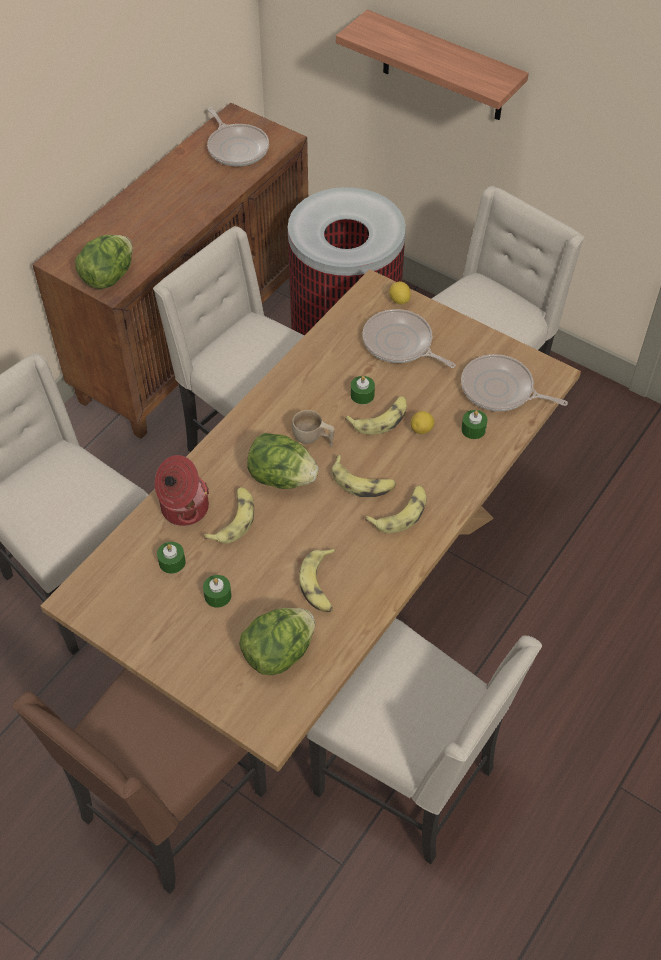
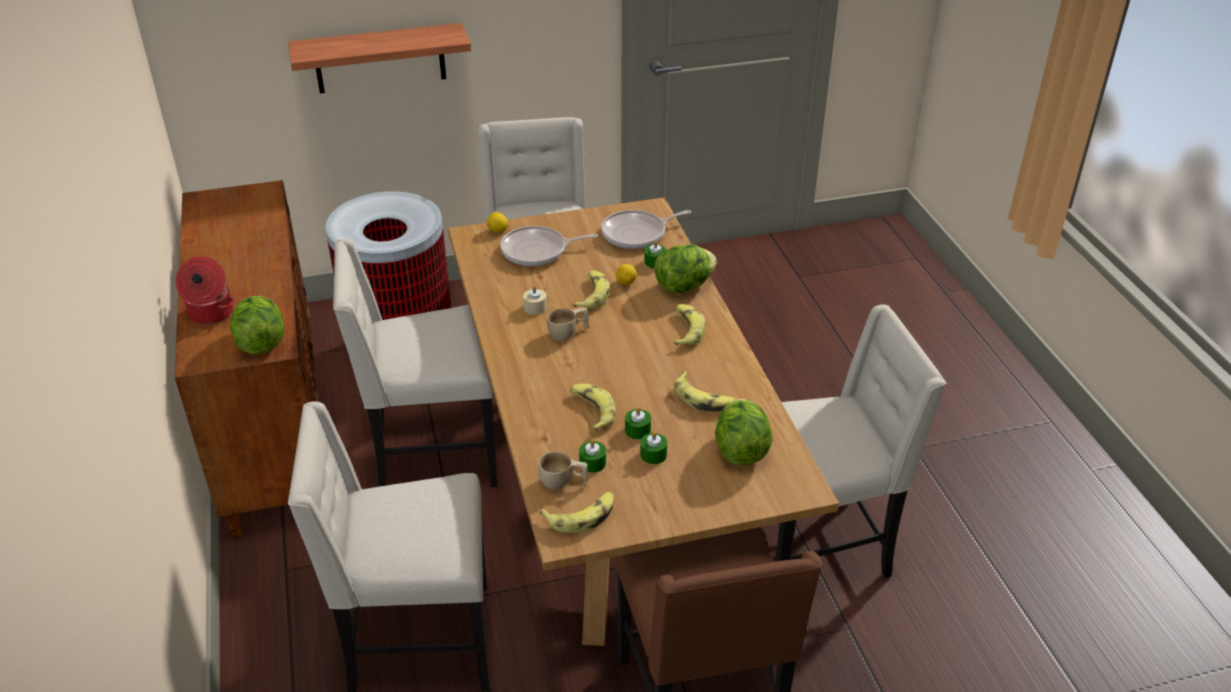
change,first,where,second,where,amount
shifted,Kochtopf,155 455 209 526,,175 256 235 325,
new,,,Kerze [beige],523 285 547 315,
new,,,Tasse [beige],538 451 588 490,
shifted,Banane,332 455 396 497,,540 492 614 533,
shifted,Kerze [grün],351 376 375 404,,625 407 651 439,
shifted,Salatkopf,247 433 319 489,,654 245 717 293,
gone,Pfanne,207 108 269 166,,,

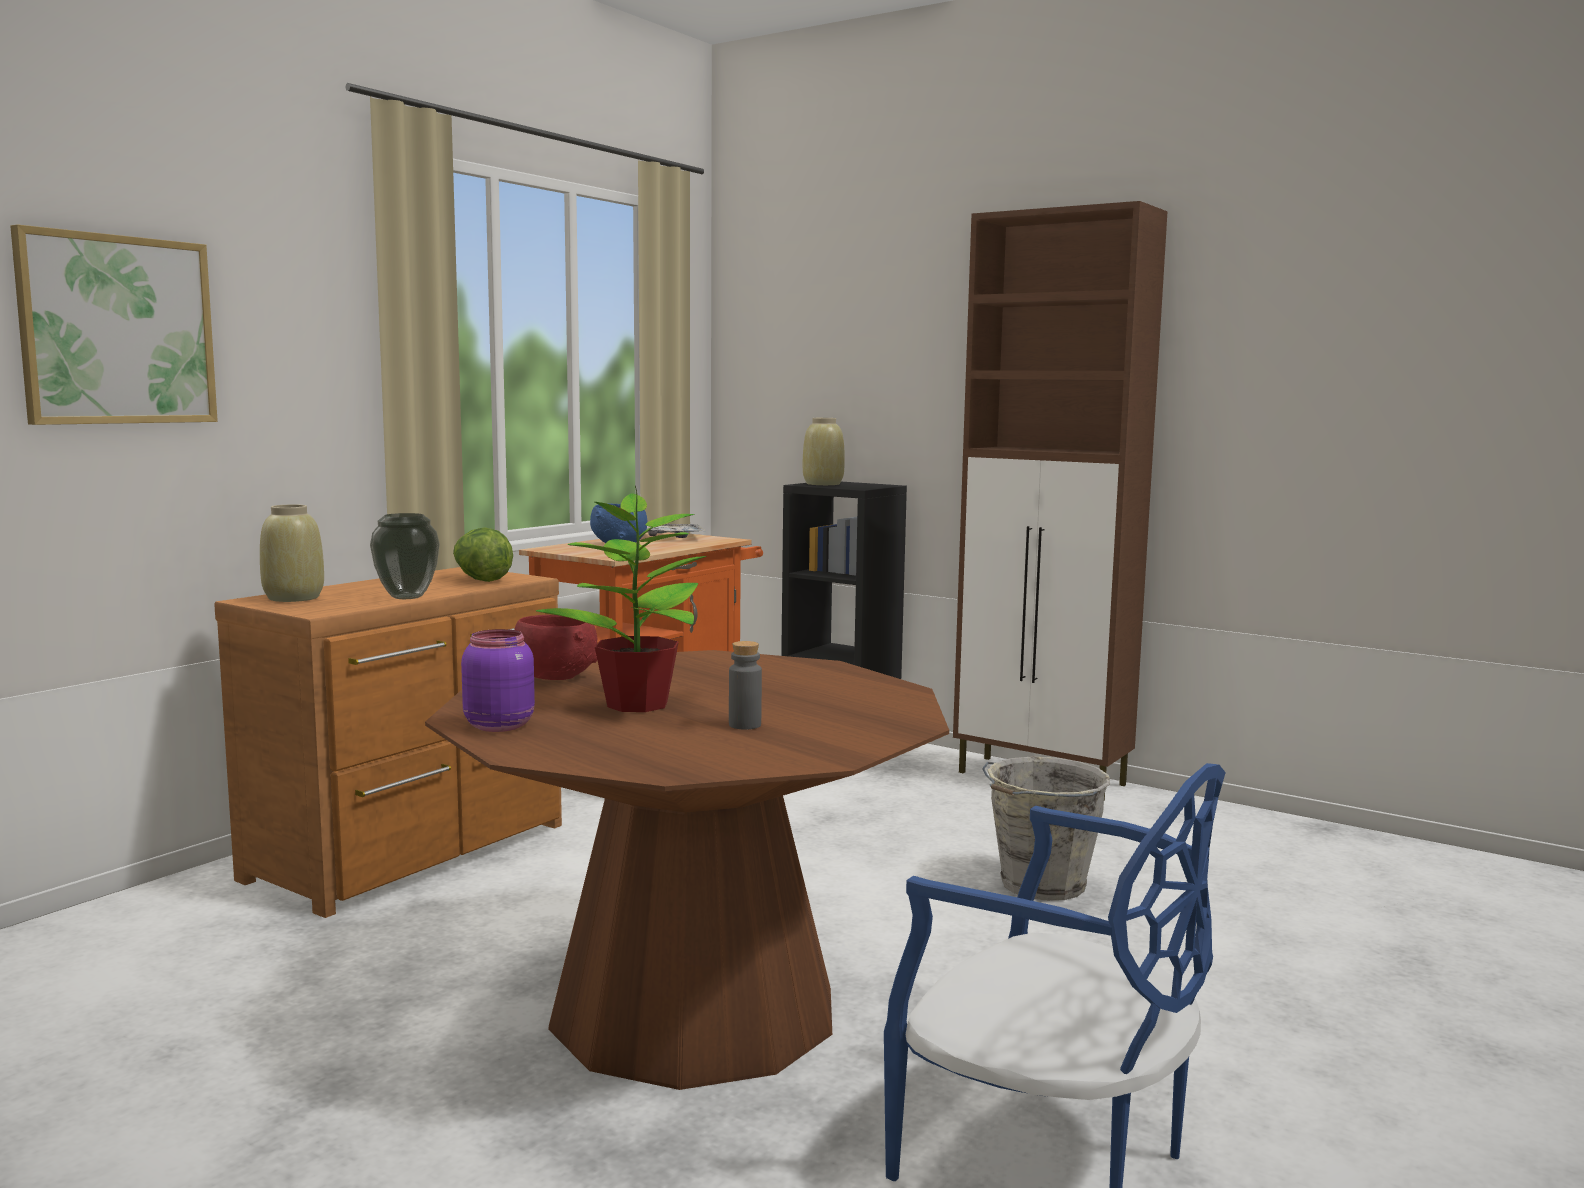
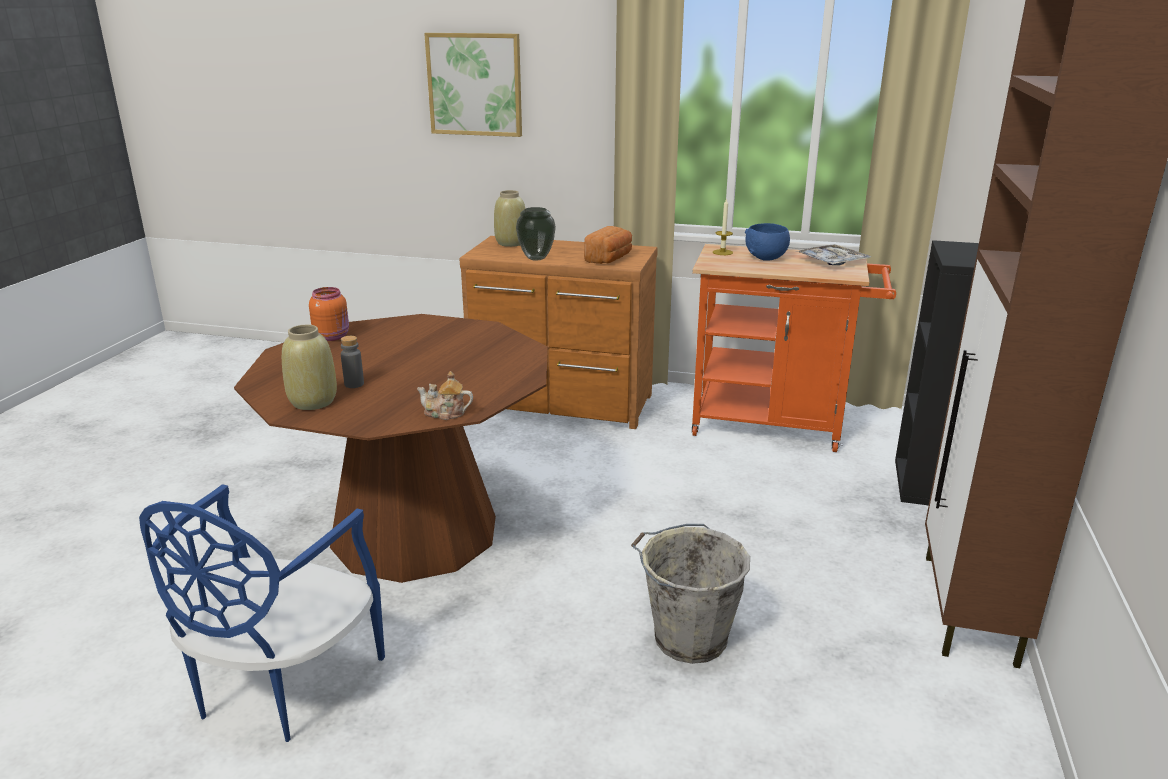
change,first,where,second,where,amount
shifted,Vase [beige],803 418 845 485,,282 325 337 410,
repainted,Vorratsglas [lila],461 629 535 732,Vorratsglas [orange],309 287 349 341,
new,,,Teekanne,417 371 473 420,
swapped,Salatkopf,453 527 513 582,Brot,584 226 632 264,
new,,,Kerze,713 198 733 255,
gone,Schüssel [rot],514 615 597 680,,,
gone,Topfpflanze,536 486 707 712,,,

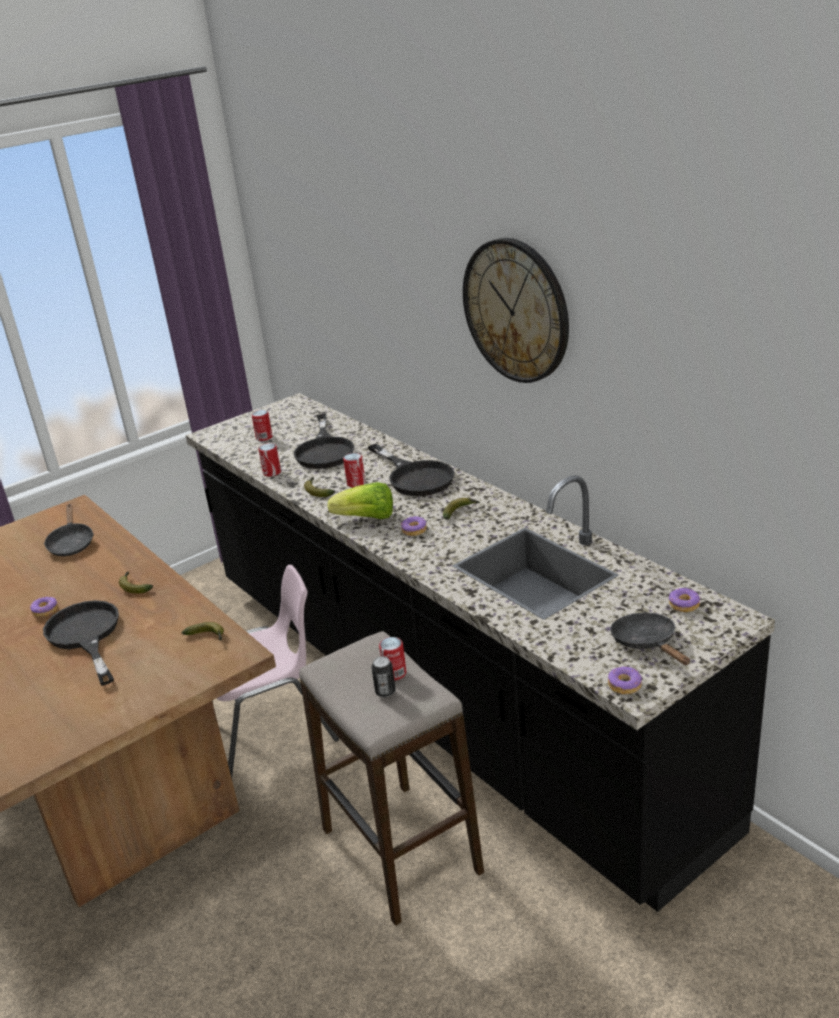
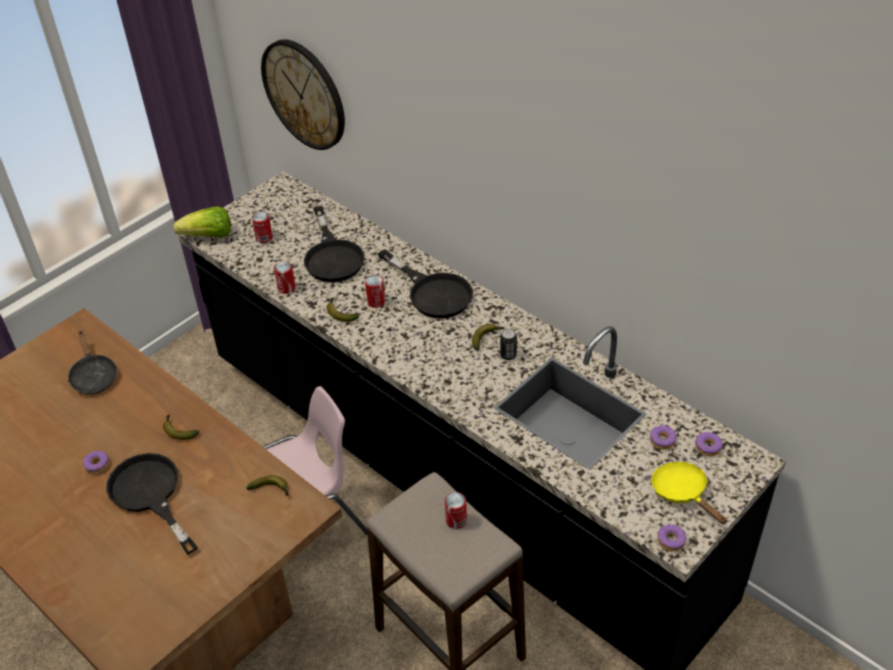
change,first,where,second,where,amount
shifted,Salatkopf,327 482 393 519,,174 206 231 238,
shifted,Wanduhr,463 238 569 383,,261 39 345 150,
shifted,Dose,371 656 395 697,,500 329 517 360,
shifted,Donut,401 517 427 536,,650 425 677 450,
repainted,Pfanne [schwarz],610 613 690 665,Pfanne [gelb],651 461 727 524,

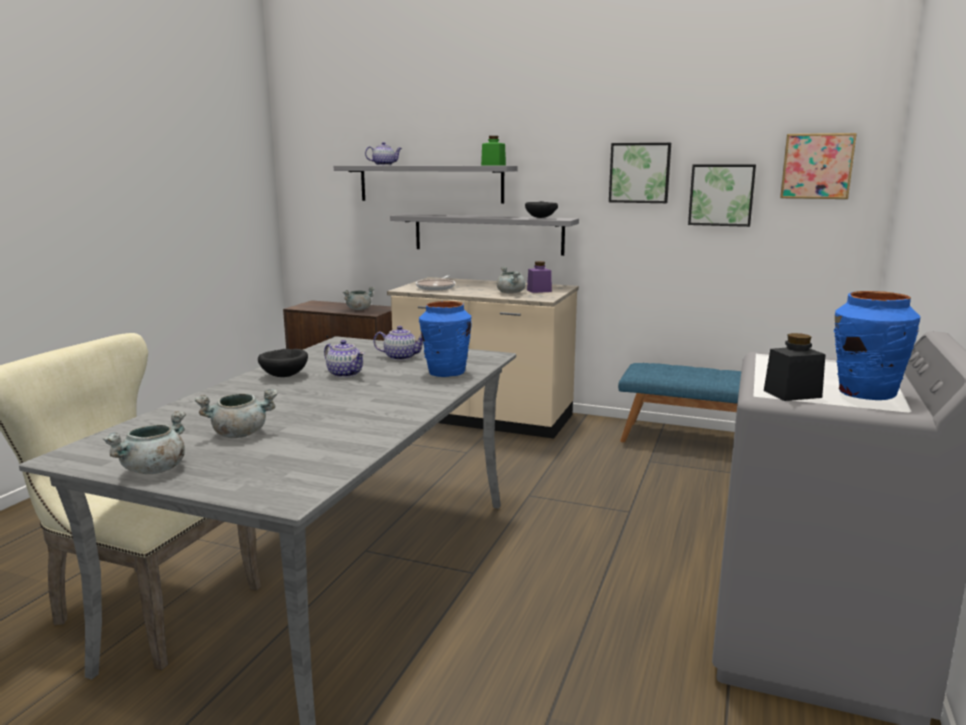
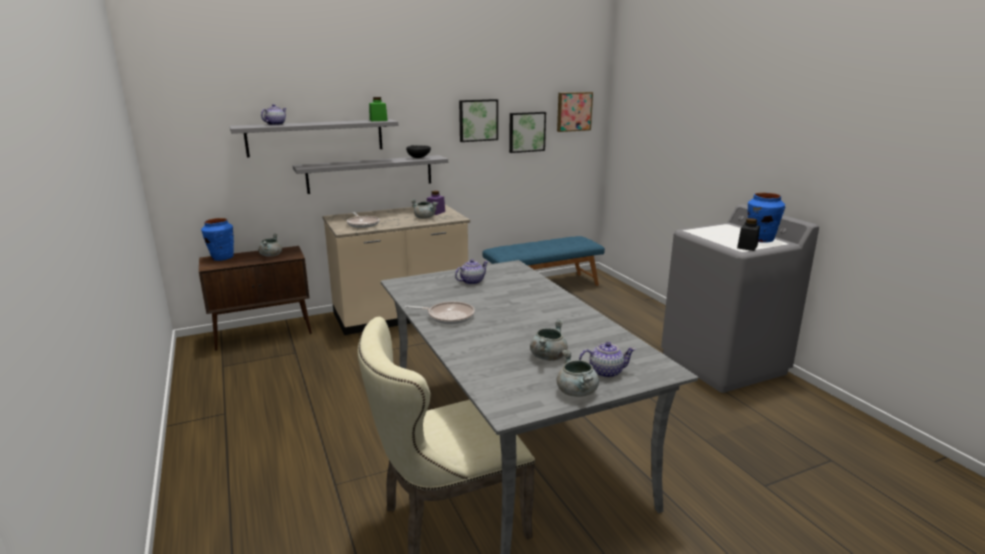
change,first,where,second,where,amount
shifted,Vase [blau],419 301 472 377,,201 218 234 261,
swapped,Schüssel [schwarz],258 349 308 377,Pfanne,405 302 475 324,
shifted,Teekanne,324 340 365 378,,579 342 636 378,

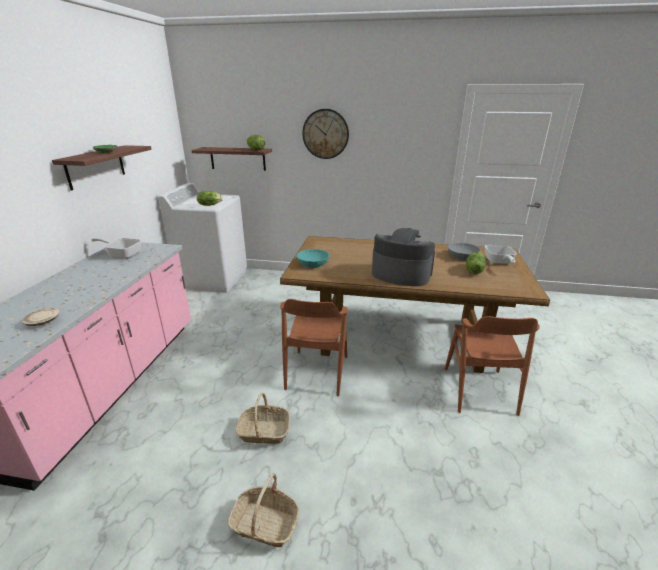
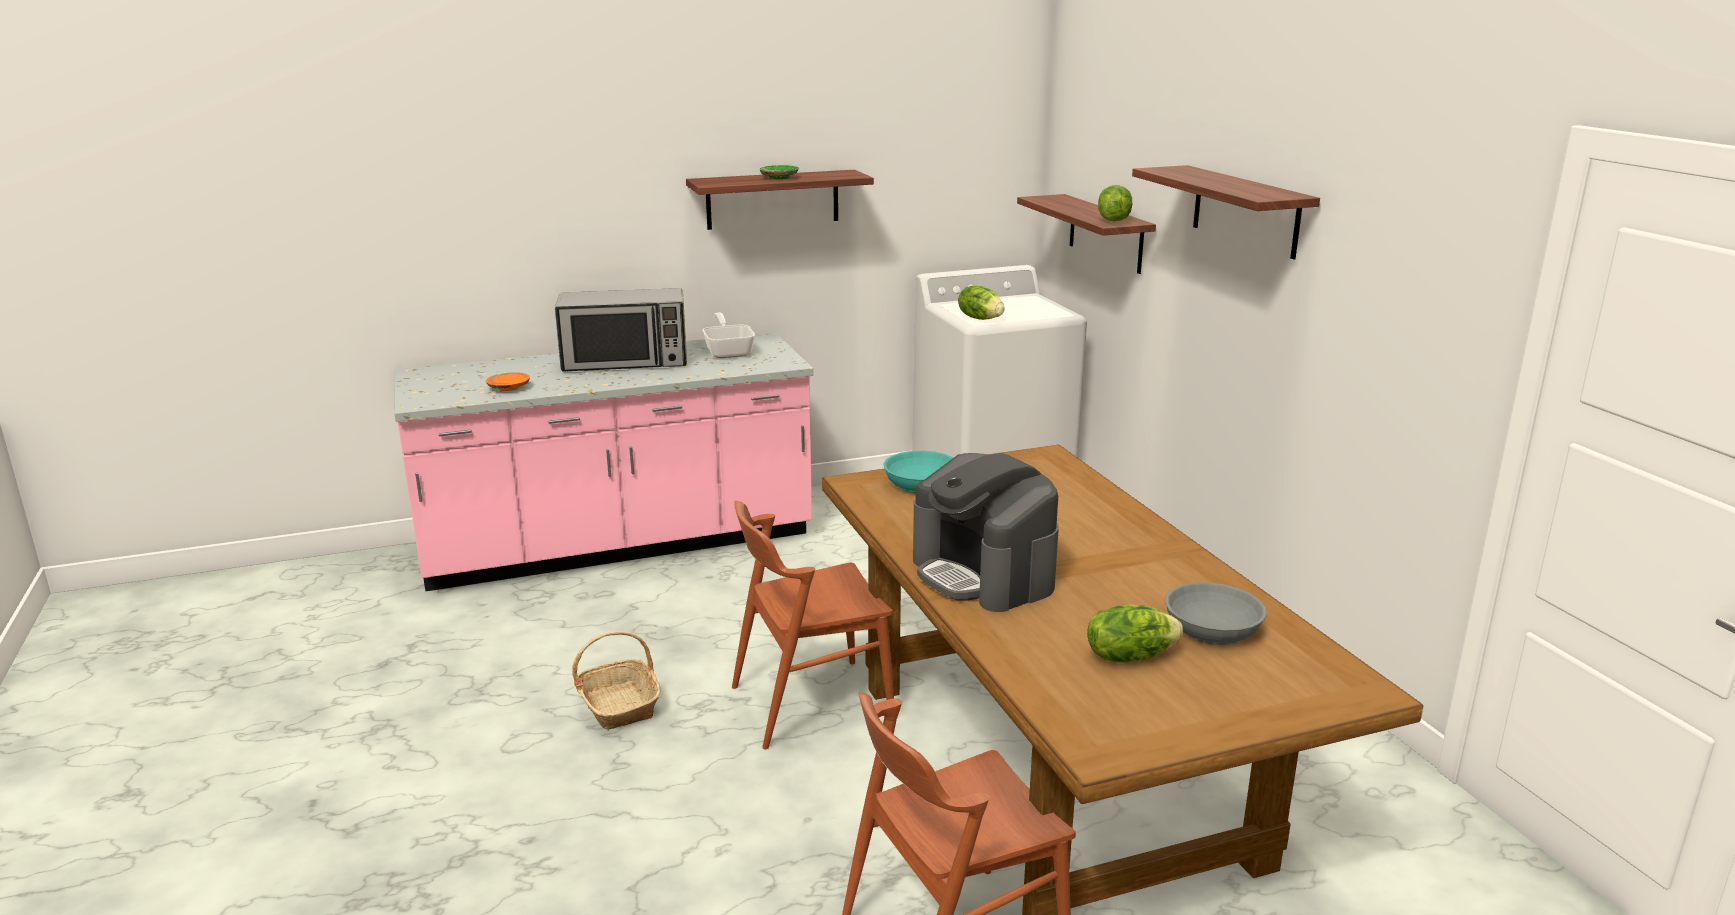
change,first,where,second,where,amount
repainted,Teller [beige],22 308 59 326,Teller [orange],486 372 530 391,
new,,,Mikrowelle,555 288 687 372,
rotated,Kaffeemaschine,372 228 435 286,,913 453 1059 612,150 degrees clockwise
swapped,Wanduhr,302 109 349 159,Wandregal,1132 165 1320 259,
gone,Korb,228 473 299 547,,,
gone,Pfanne,485 245 517 264,,,

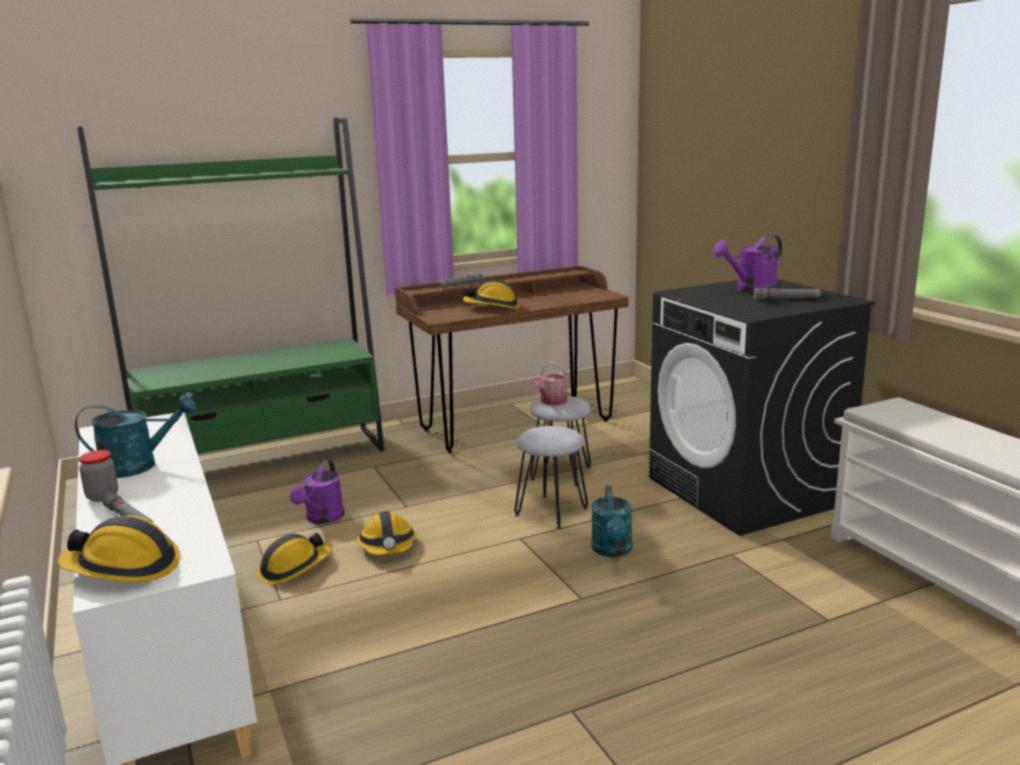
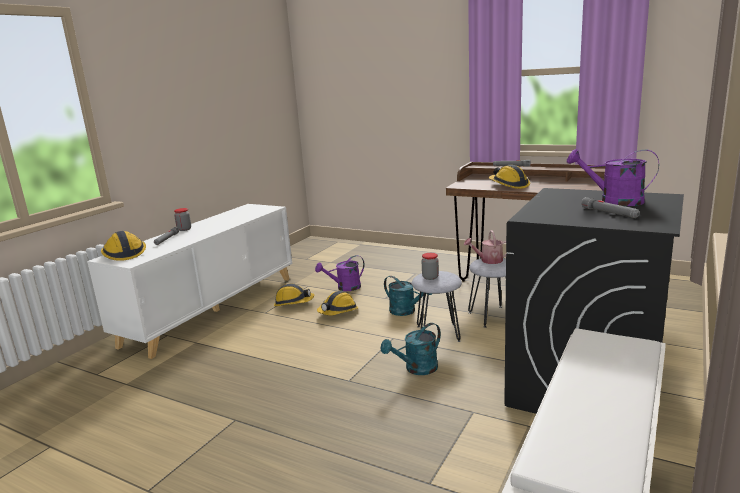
change,first,where,second,where,amount
shifted,Gießkanne [türkis],75 395 197 478,,384 276 432 316,
new,,,Vorratsglas,421 253 439 280,
gone,Bücherregal [grün],77 118 384 454,,,

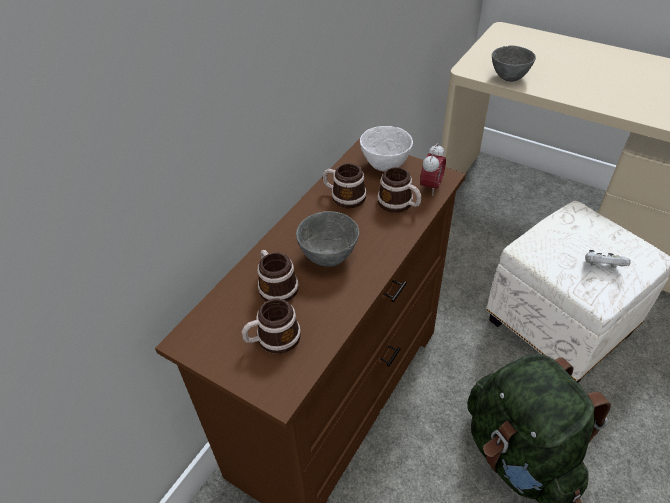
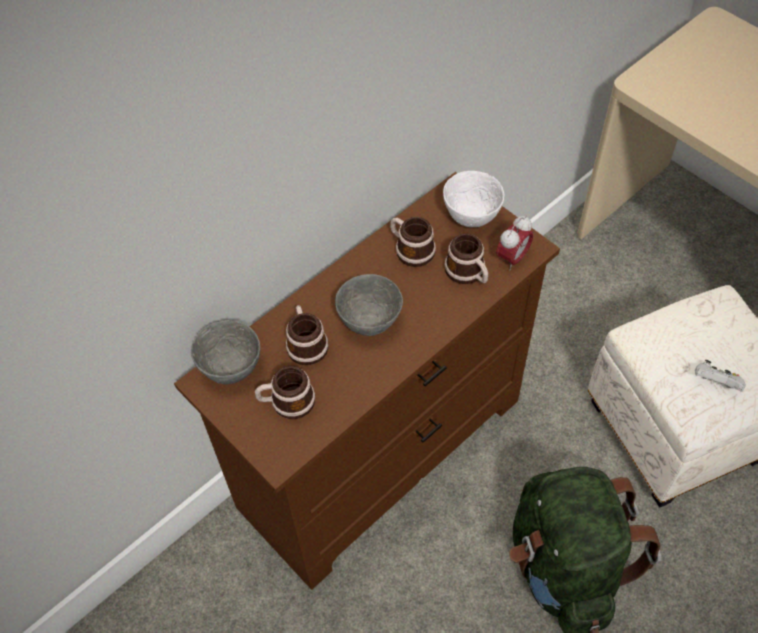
change,first,where,second,where,amount
shifted,Schüssel [grau],492 46 536 82,,191 320 260 384,

